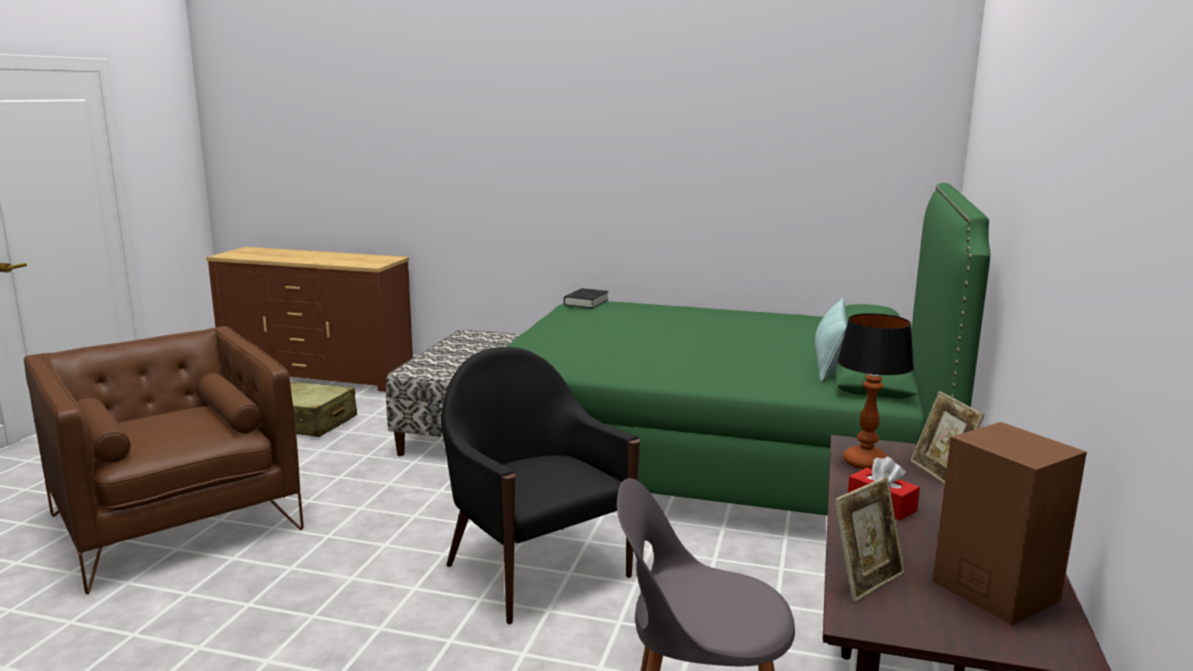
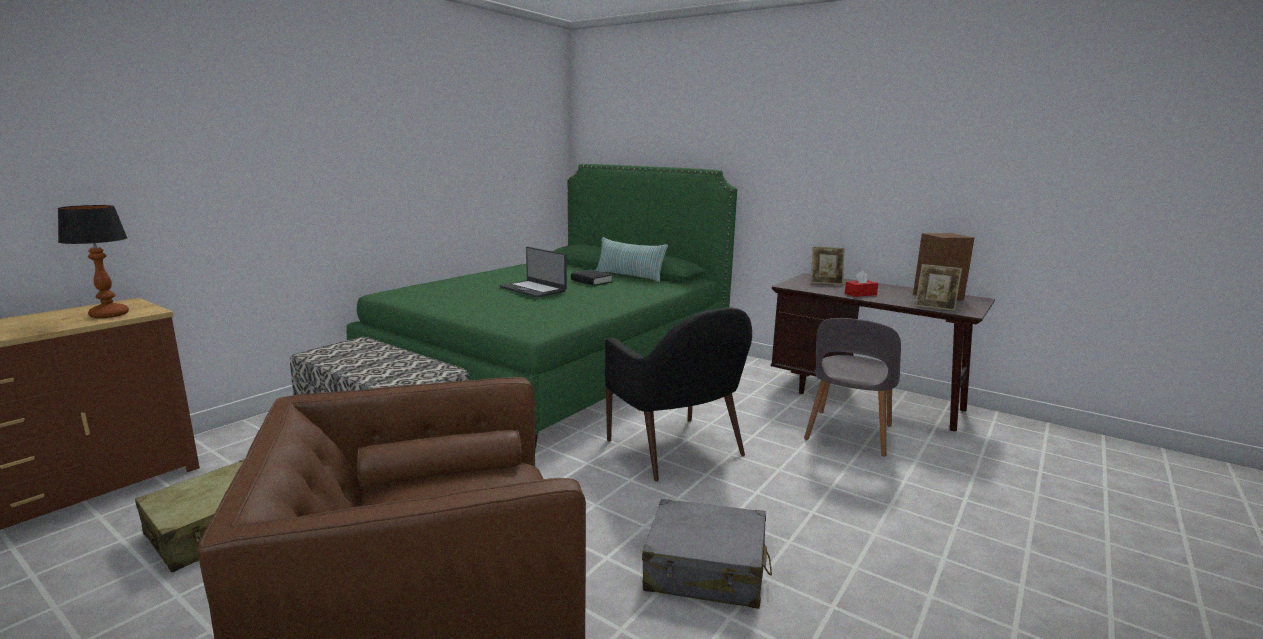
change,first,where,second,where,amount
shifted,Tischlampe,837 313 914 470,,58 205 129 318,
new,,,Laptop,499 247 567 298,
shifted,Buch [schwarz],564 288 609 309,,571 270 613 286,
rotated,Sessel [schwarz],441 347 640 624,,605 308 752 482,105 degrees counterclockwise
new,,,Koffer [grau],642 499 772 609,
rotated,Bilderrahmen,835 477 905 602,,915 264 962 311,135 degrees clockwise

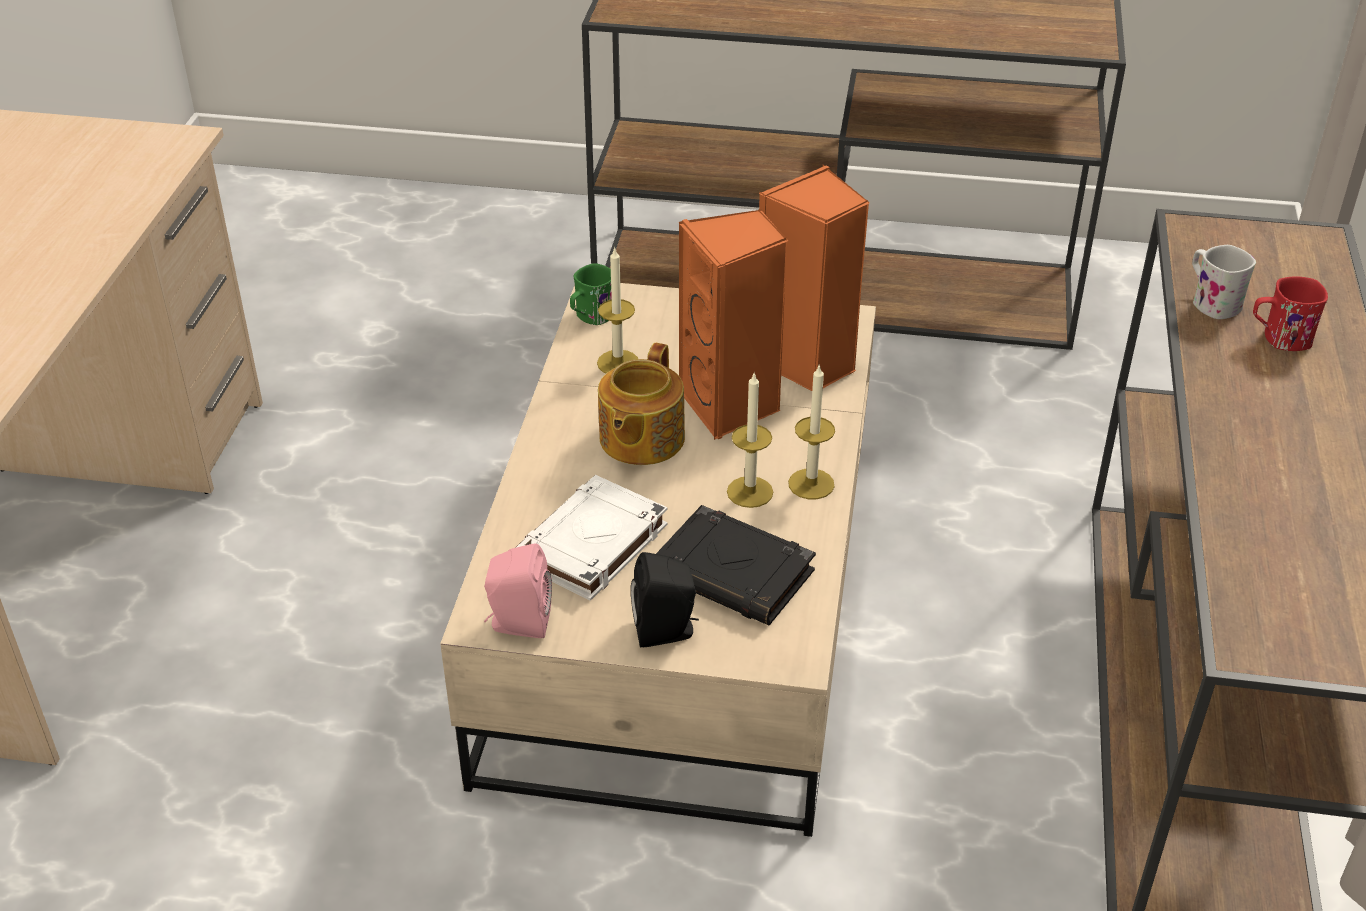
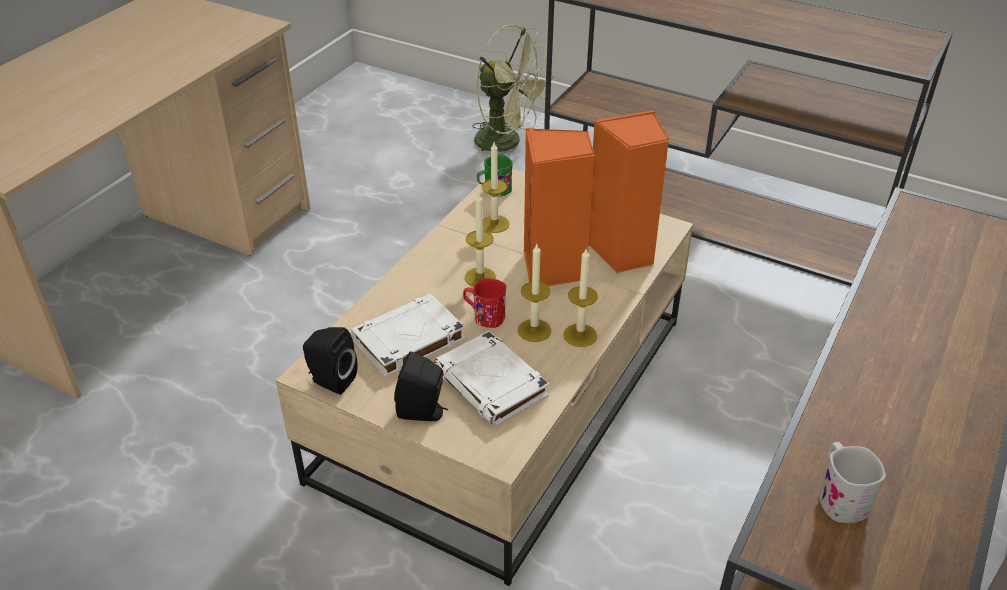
change,first,where,second,where,amount
repainted,Lautsprecher [rosa],484 543 552 638,Lautsprecher [schwarz],303 327 357 395,
repainted,Buch [schwarz],656 505 816 625,Buch [weiß],434 331 550 427,
shifted,Henkelbecher [rot],1253 277 1328 351,,463 278 506 328,
swapped,Teekanne,598 343 685 465,Kerze,465 193 496 287,
new,,,Ventilator [grün],473 24 554 152,
shifted,Henkelbecher [weiß],1192 245 1256 319,,819 442 886 523,

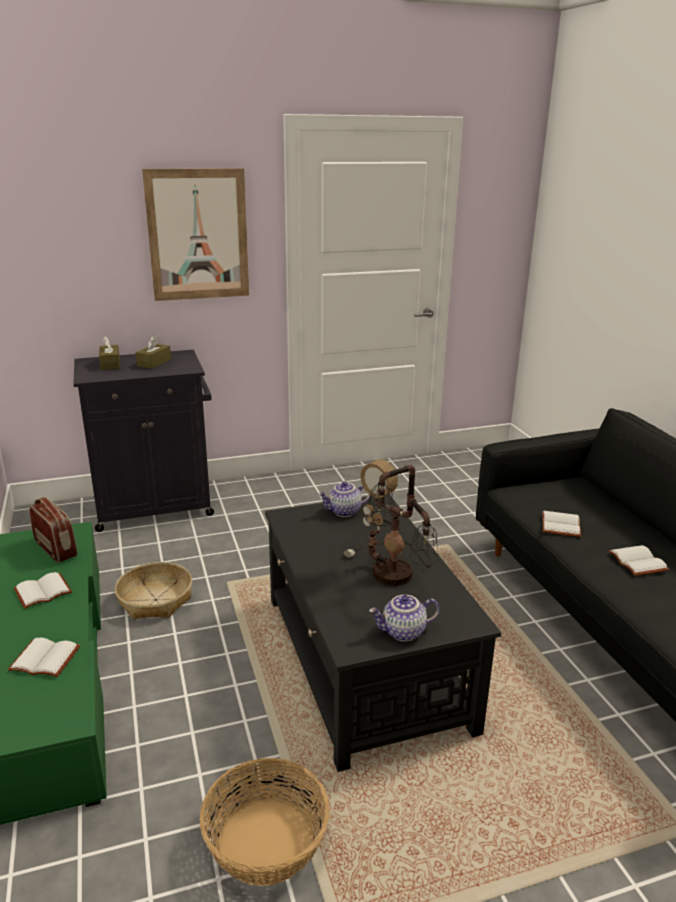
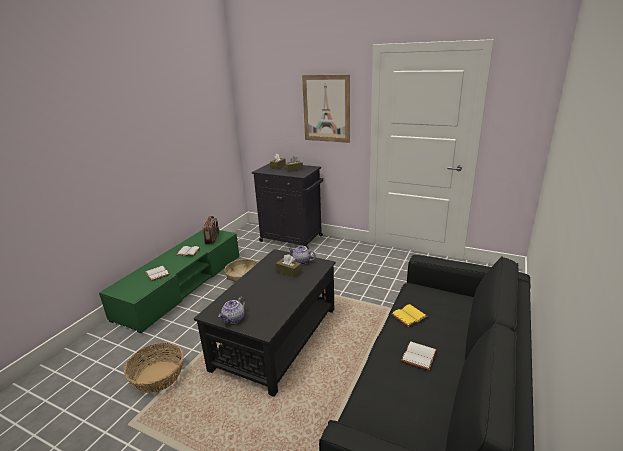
change,first,where,second,where,amount
rotated,Teekanne,369 595 440 642,,218 296 245 324,90 degrees counterclockwise
new,,,Taschentuchbox [braun],276 254 302 277,
repainted,Buch [weiß],542 511 581 537,Buch [gelb],391 304 428 327,
gone,Tischlampe,344 459 439 586,,,

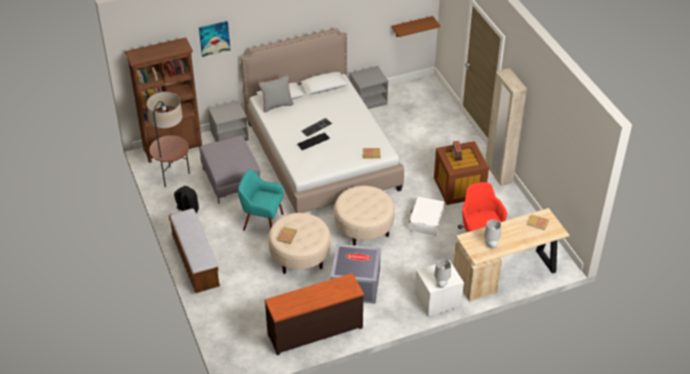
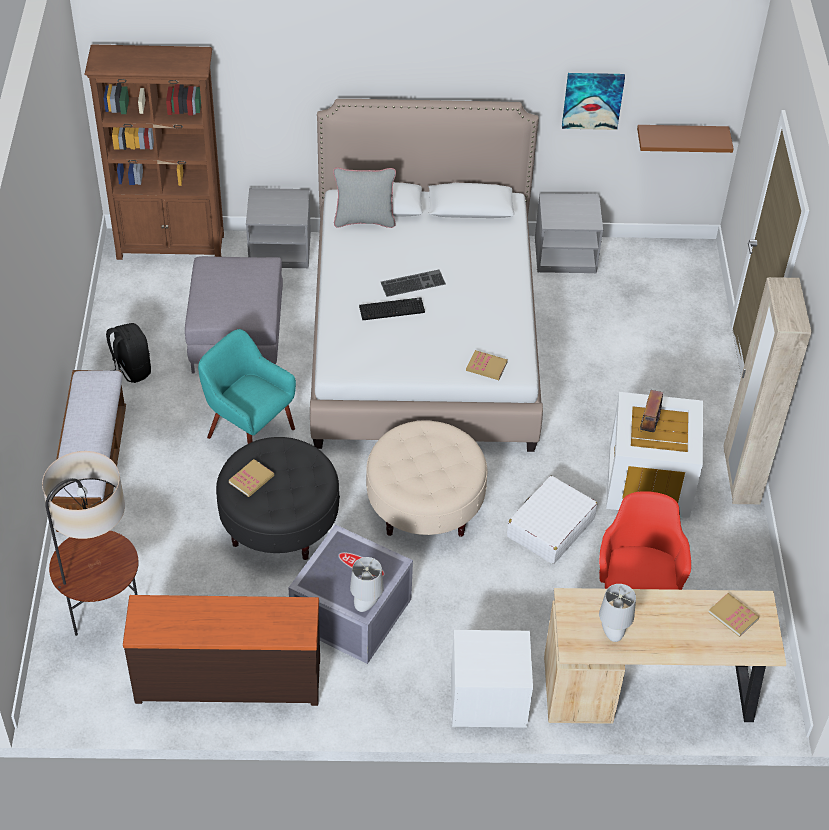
change,first,where,second,where,amount
shifted,Stehlampe,147 92 190 187,,42 451 139 636,
repainted,Polsterhocker [beige],268 213 331 274,Polsterhocker [schwarz],216 437 340 560,
shifted,Tischlampe [grau],434 259 451 288,,350 557 384 612,
shifted,Bild,199 21 231 57,,562 73 625 130,
repainted,Aufbewahrungsbox [braun],434 141 489 205,Aufbewahrungsbox [weiß],606 392 703 518,

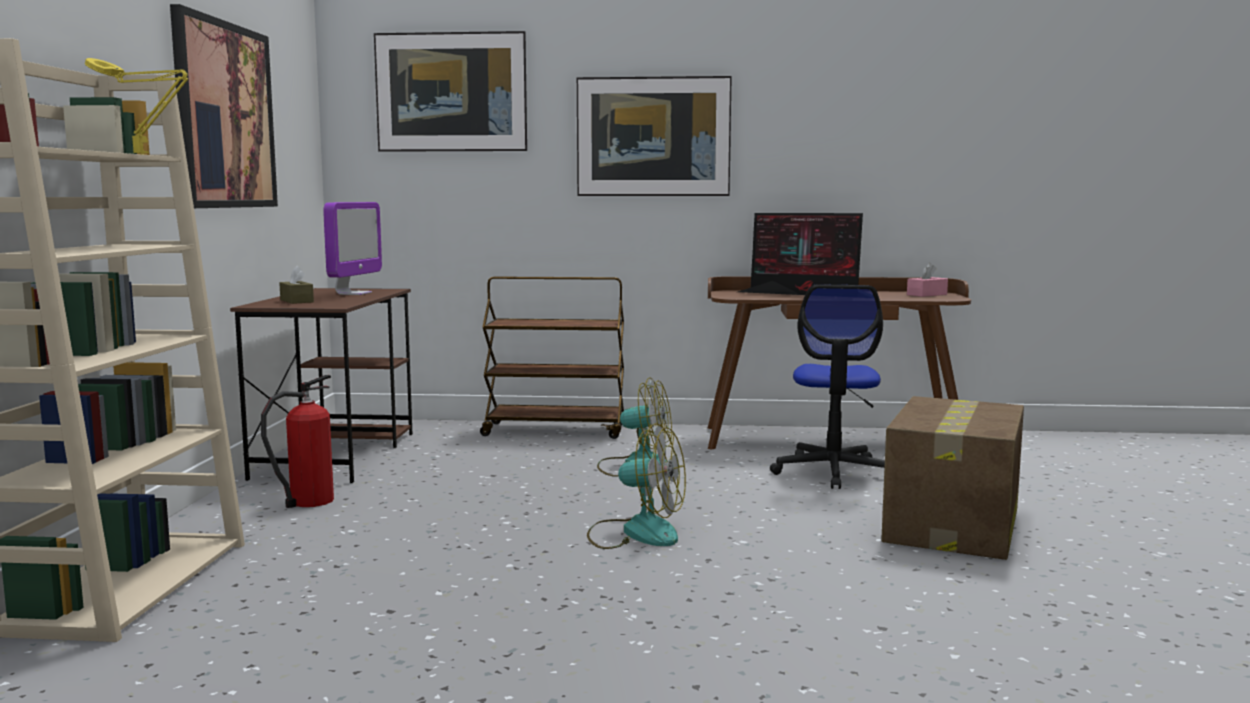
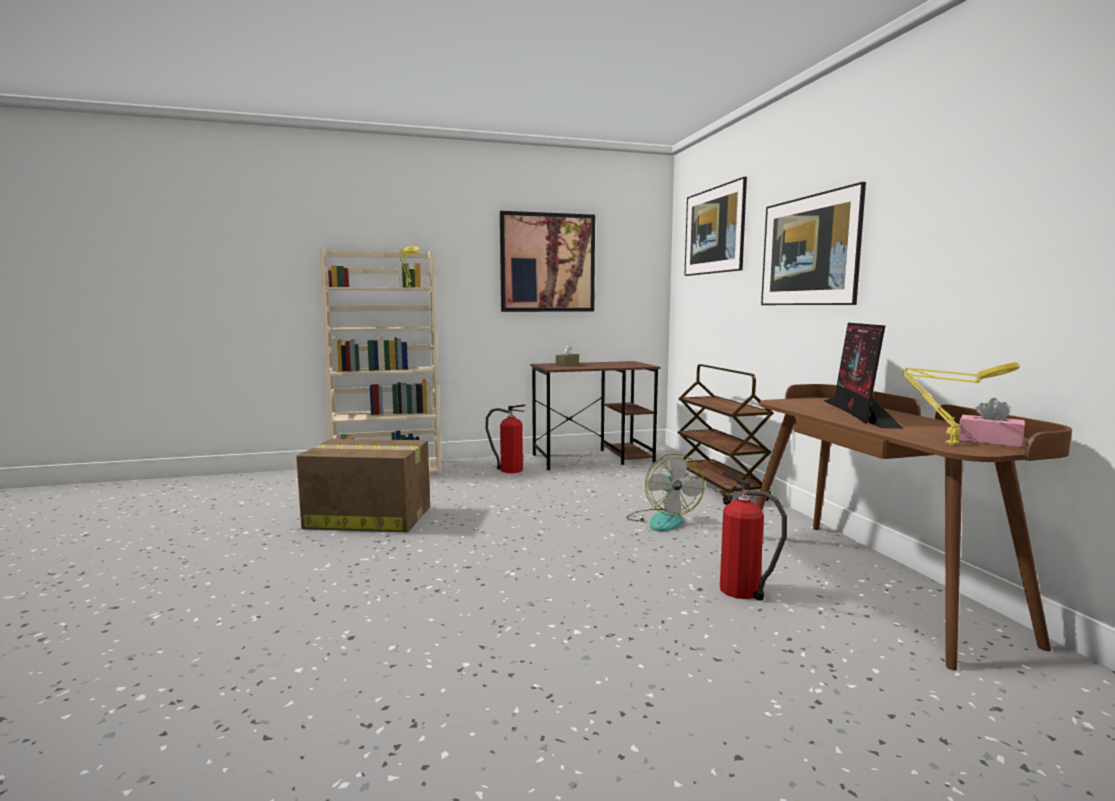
change,first,where,second,where,amount
shifted,Karton,881 396 1024 560,,296 439 430 532,
swapped,Bürostuhl,770 284 885 489,Feuerlöscher,720 472 787 601,
new,,,Tischlampe [gelb],903 362 1020 445,
gone,Monitor,323 202 382 295,,,
gone,Ventilator,587 423 686 549,,,

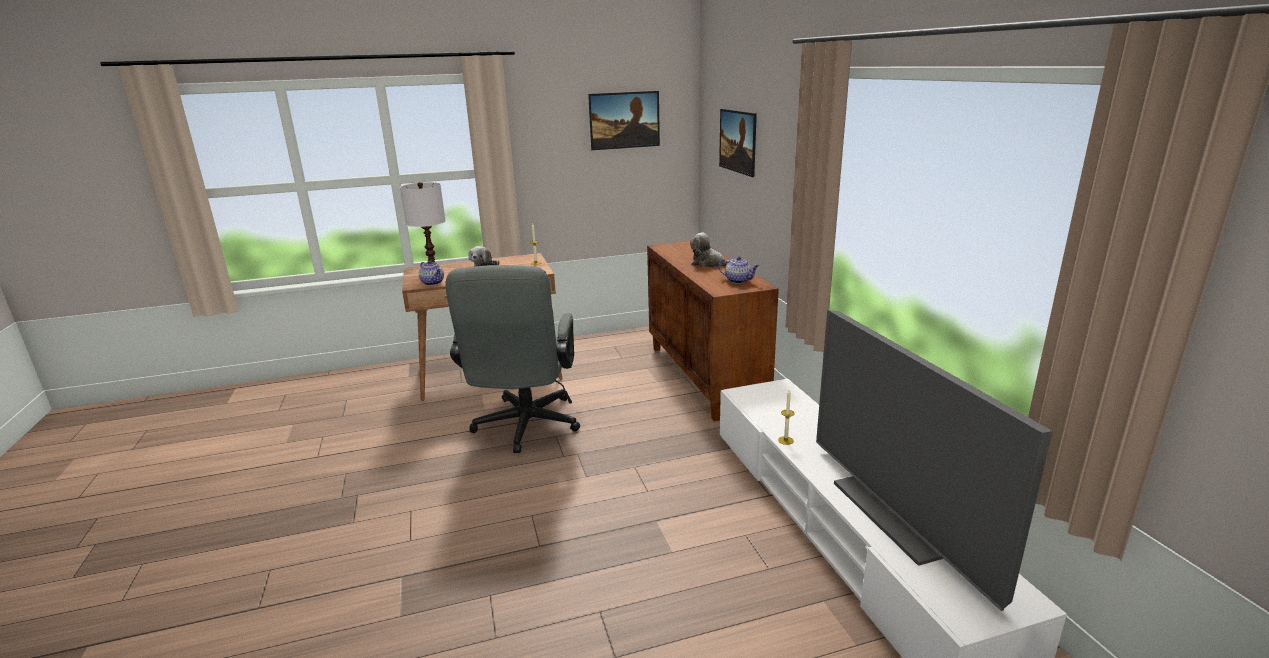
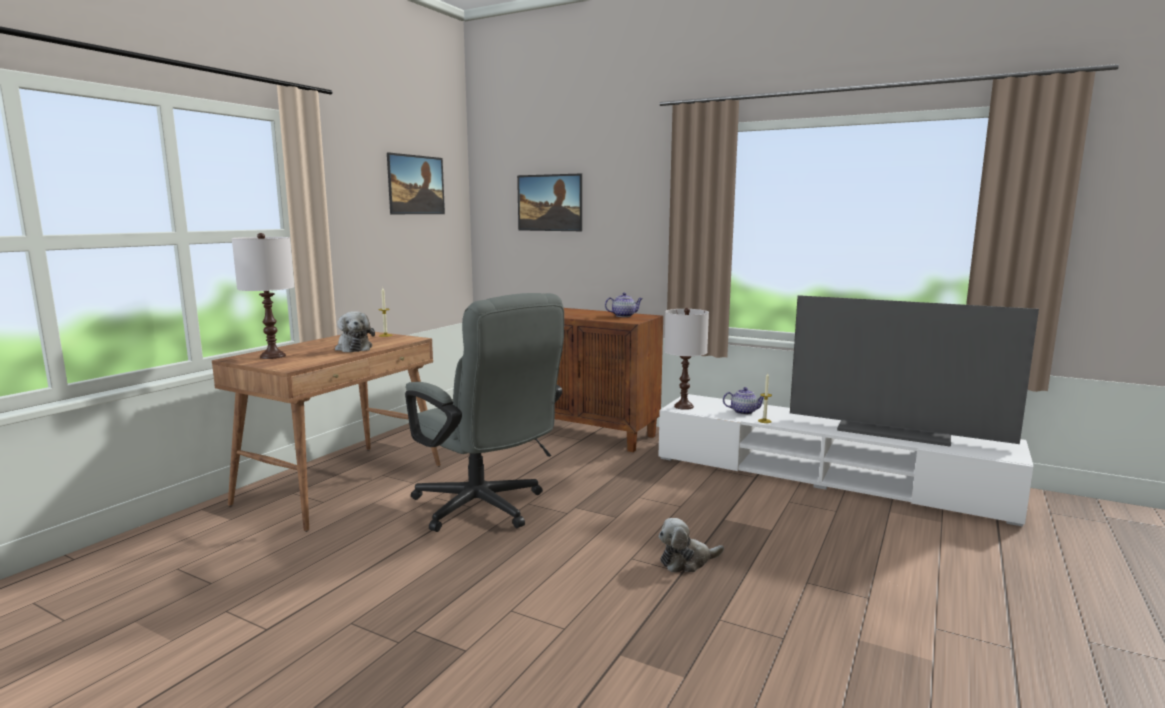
change,first,where,second,where,amount
shifted,Plüschtier,690 232 732 267,,659 518 724 572,
new,,,Tischlampe [weiß],664 308 709 410,
shifted,Teekanne,419 260 444 285,,723 387 764 415,

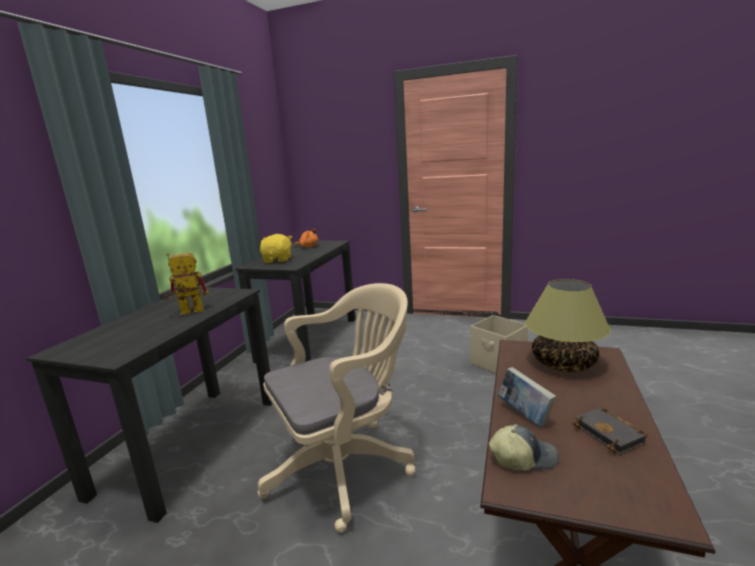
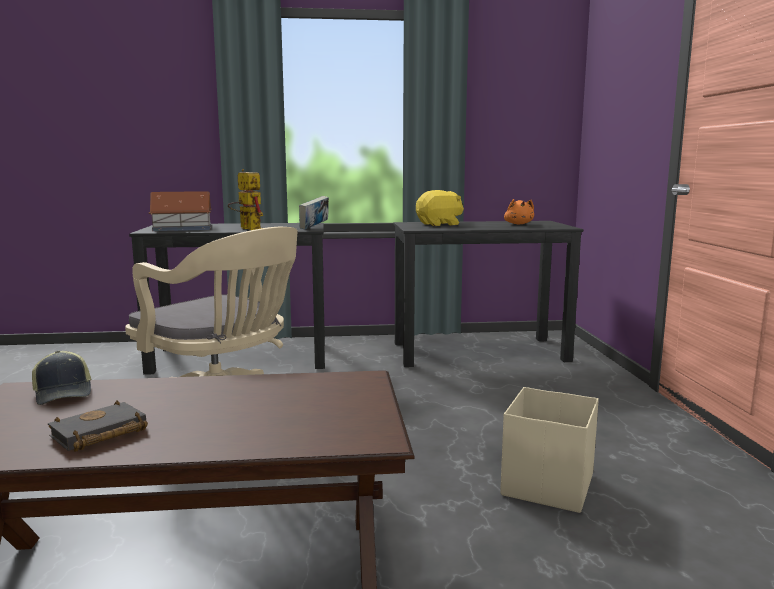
change,first,where,second,where,amount
new,,,Spielzeughaus,149 191 212 231,
shifted,Buch,498 367 556 427,,299 196 329 230,
gone,Tischlampe,525 279 611 372,,,

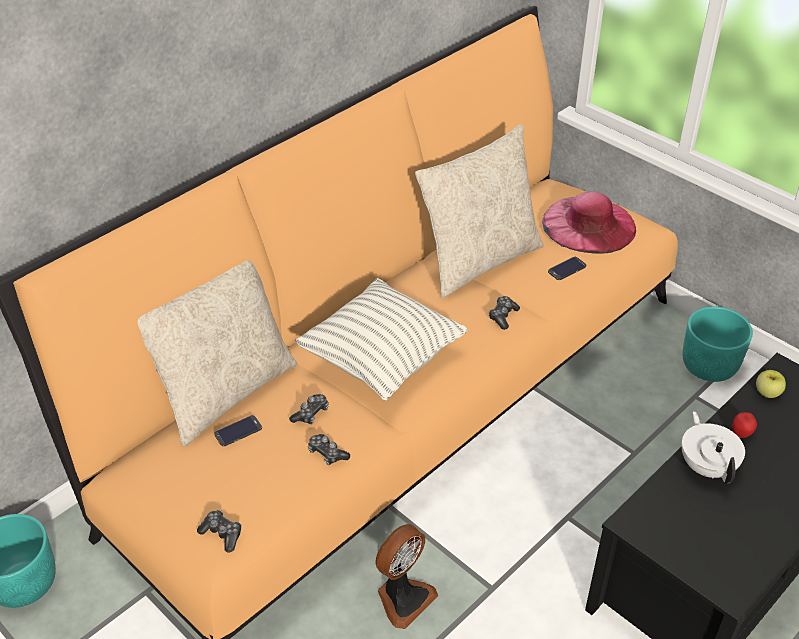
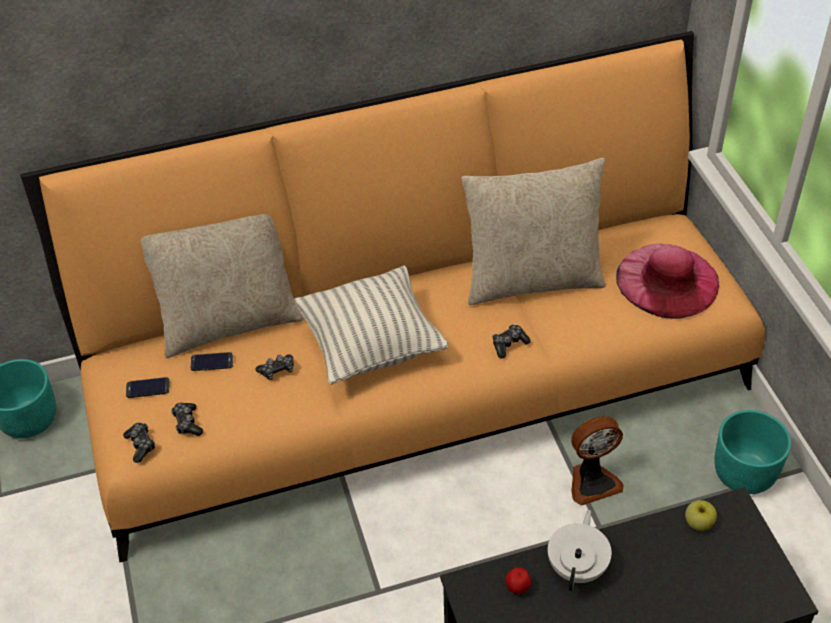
change,first,where,second,where,amount
shifted,Handy,548 257 587 280,,126 377 169 398,
shifted,Gamepad,308 434 350 465,,171 403 203 436,
shifted,Apfel,732 412 757 438,,506 567 531 594,
shifted,Ventilator,375 524 438 629,,571 416 624 506,

